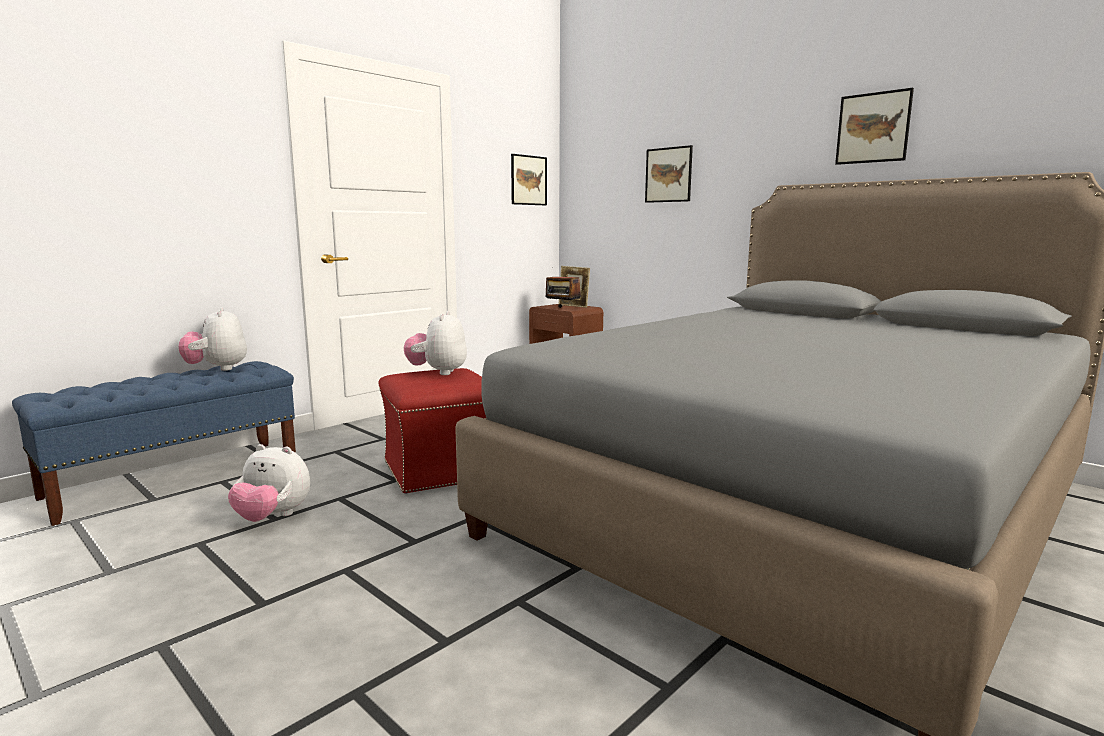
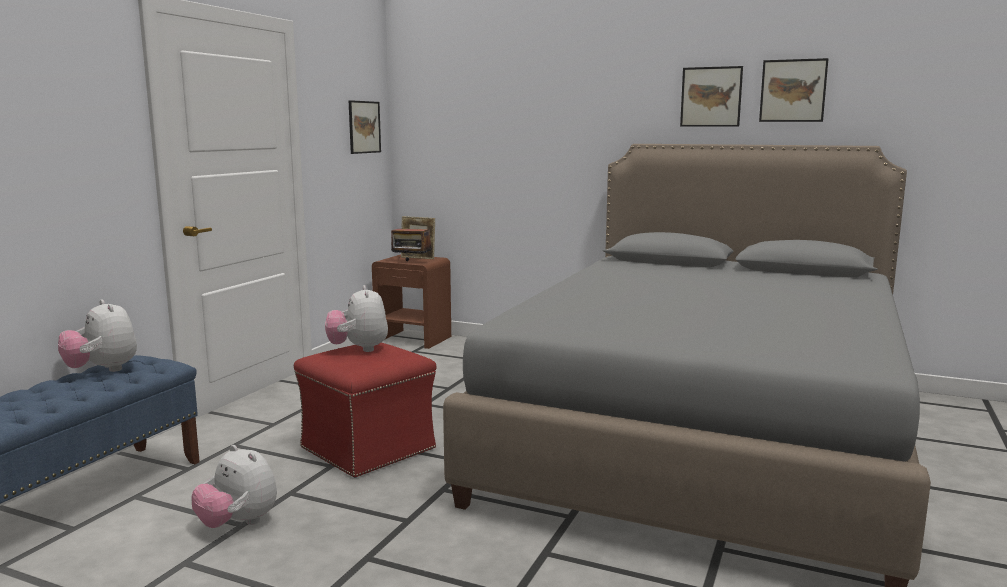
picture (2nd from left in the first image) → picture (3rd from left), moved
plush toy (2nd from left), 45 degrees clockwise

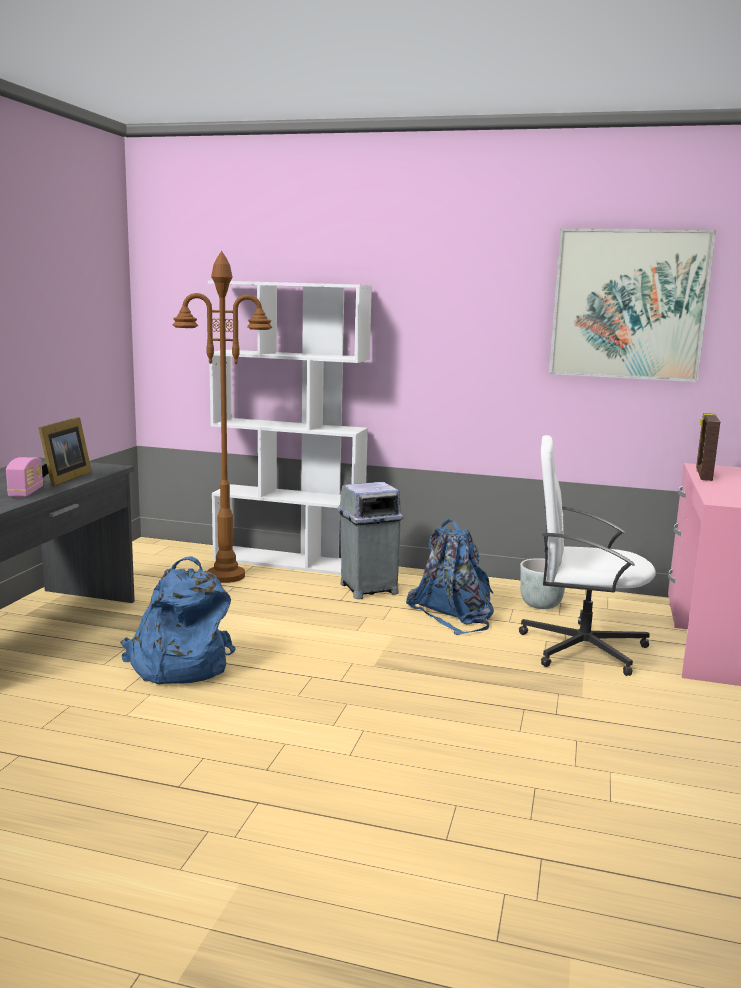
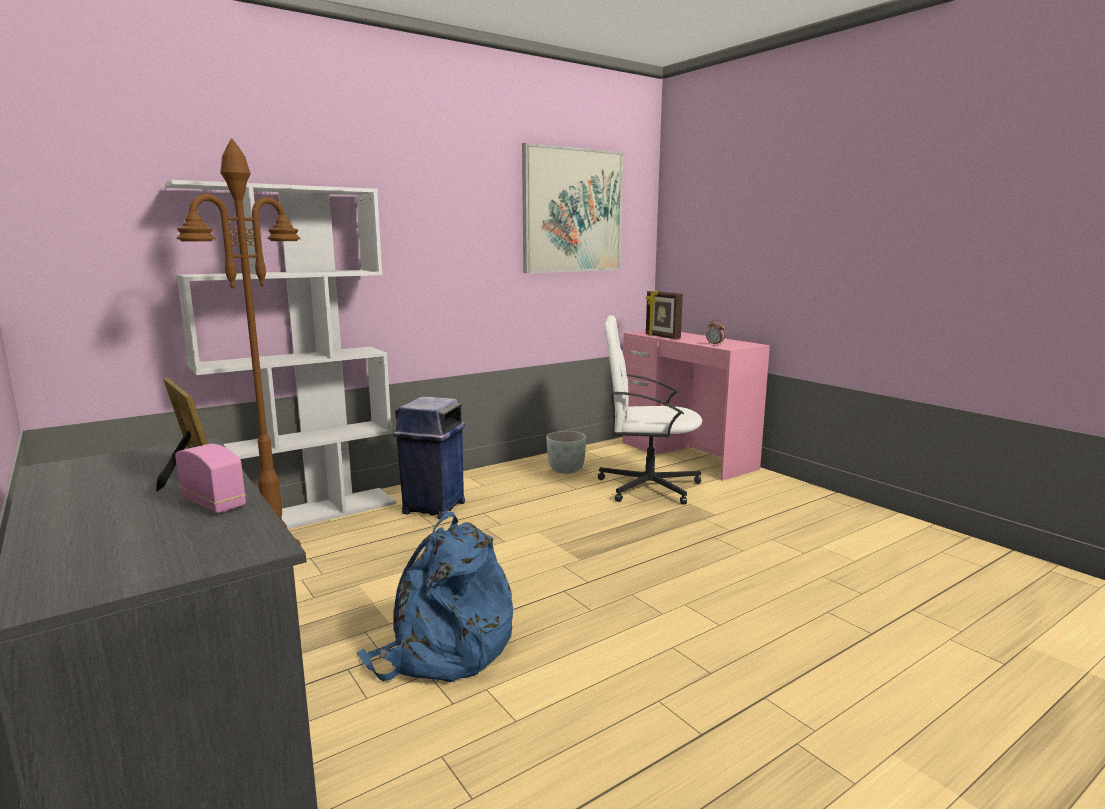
white office chair, 45 degrees clockwise
grey trash can → blue trash can
blue backpack (2nd from left) → -
- → alarm clock

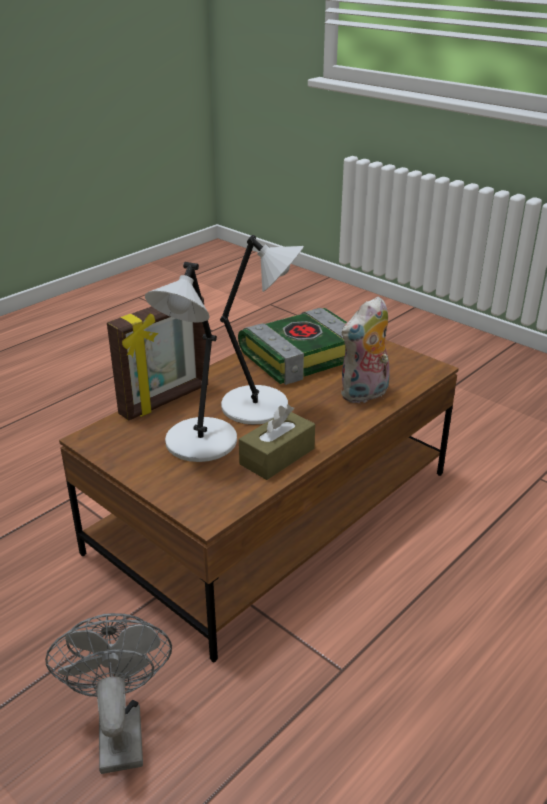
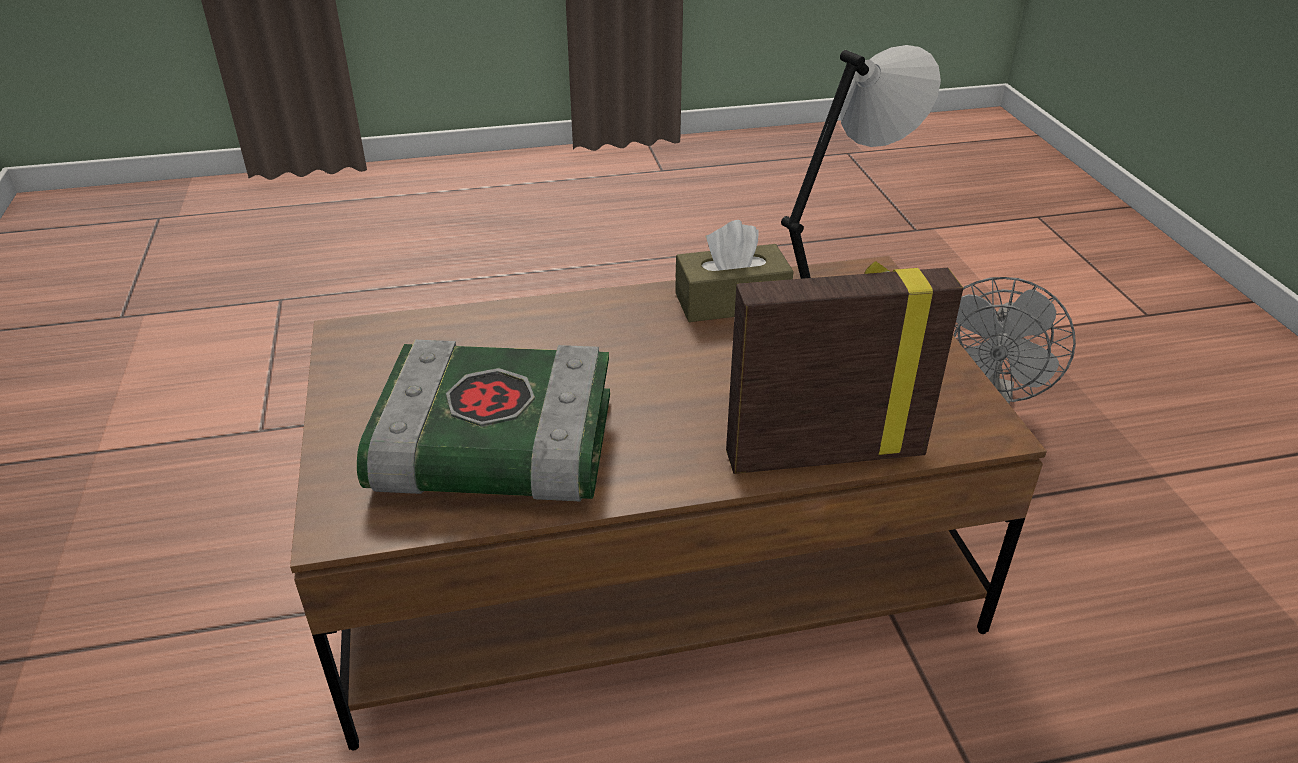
grey table lamp (2nd from left) → -
plush toy → -

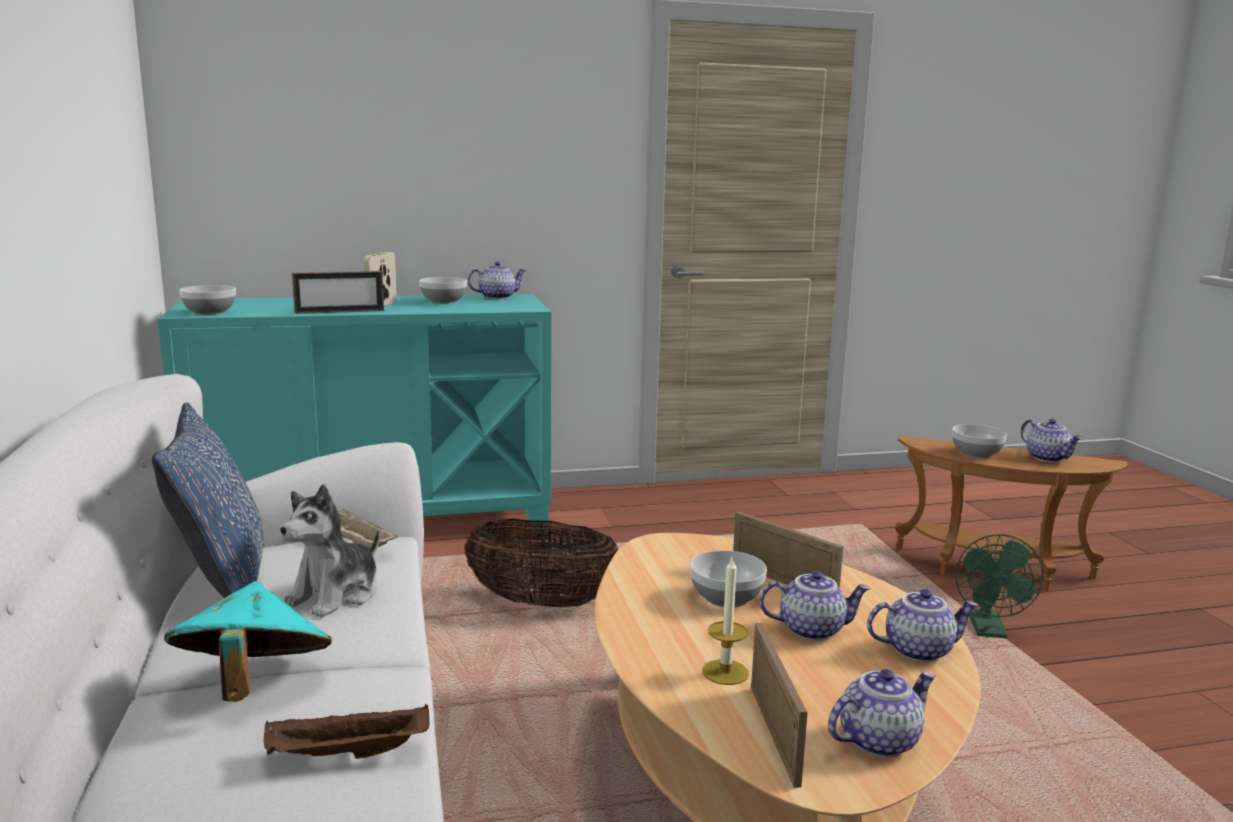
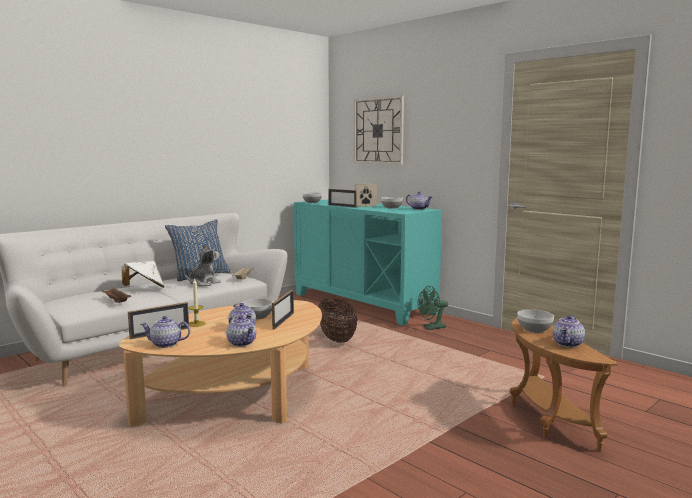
plush toy, 135 degrees clockwise
green fan, moved
turquoise hat → white hat
teapot (3rd from left in the first image) → teapot (1st from left), 150 degrees clockwise
- → wall clock

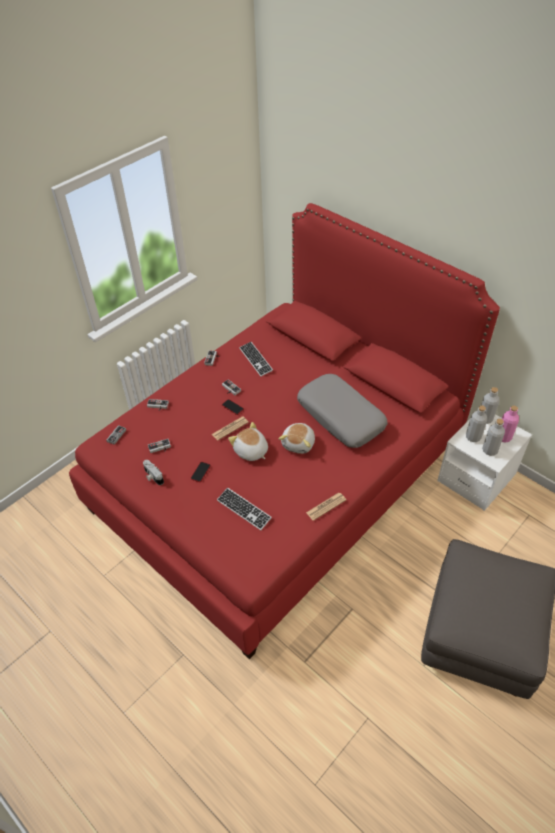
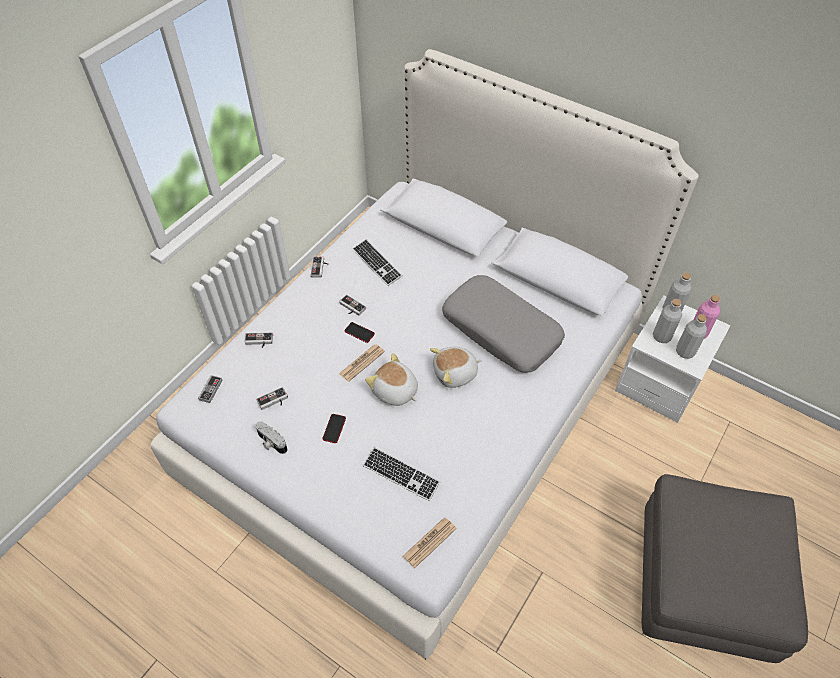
red bed → white bed
plush toy (2nd from left), 60 degrees clockwise
newspaper (2nd from left), moved

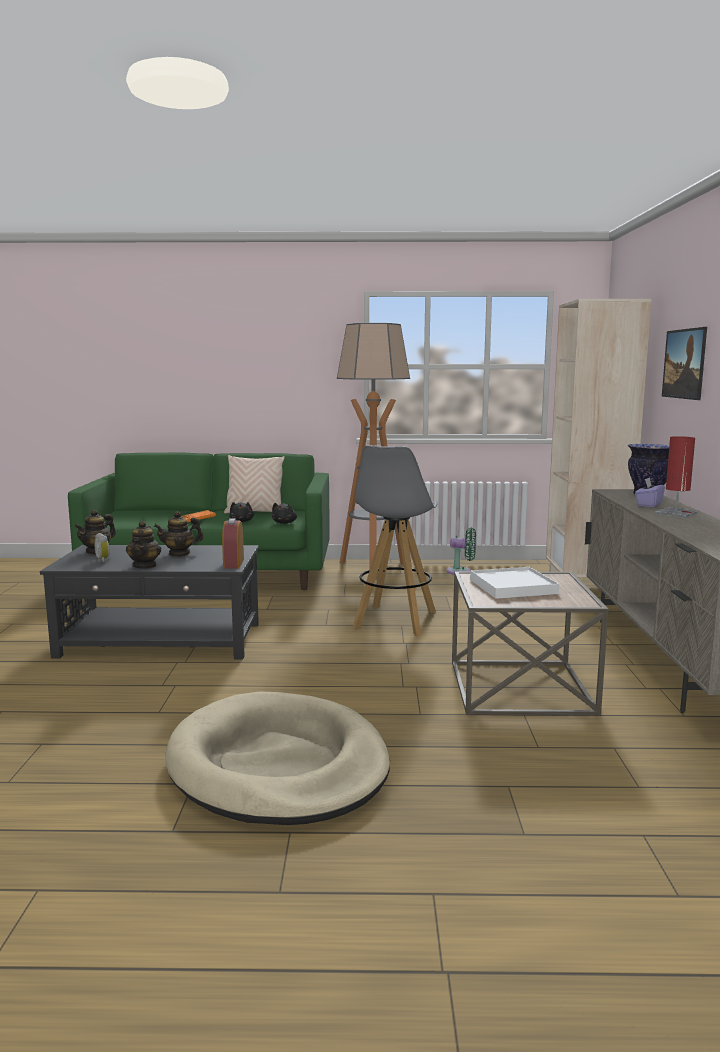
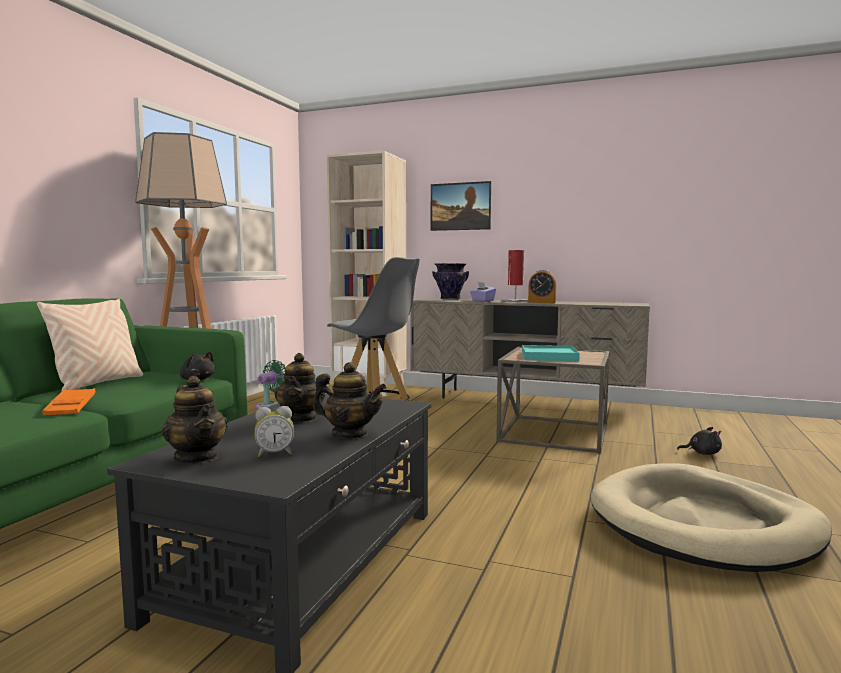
black plush toy (1st from left in the first image) → black plush toy (2nd from left), moved
alarm clock (2nd from left), moved
white tray → turquoise tray

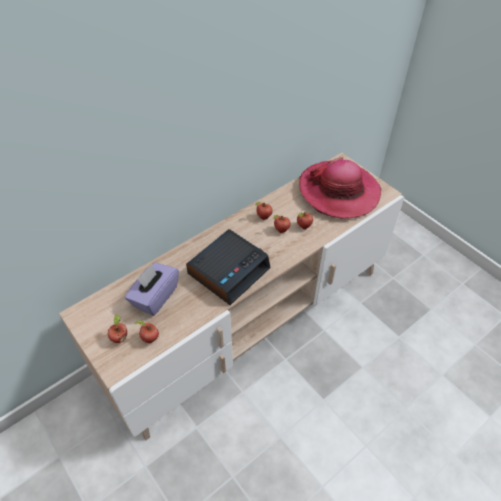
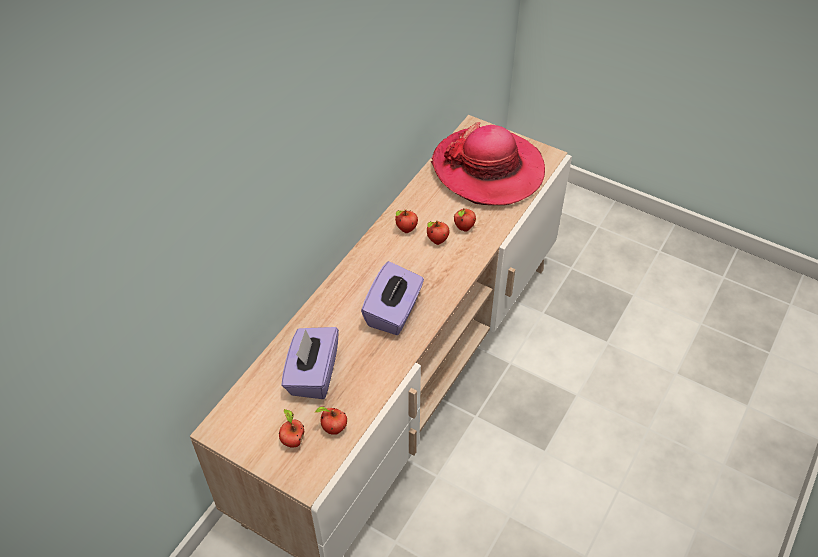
alarm clock → purple tissue box (2nd from left)

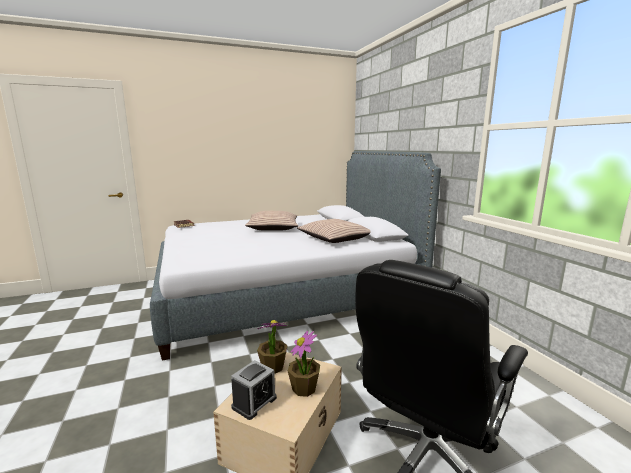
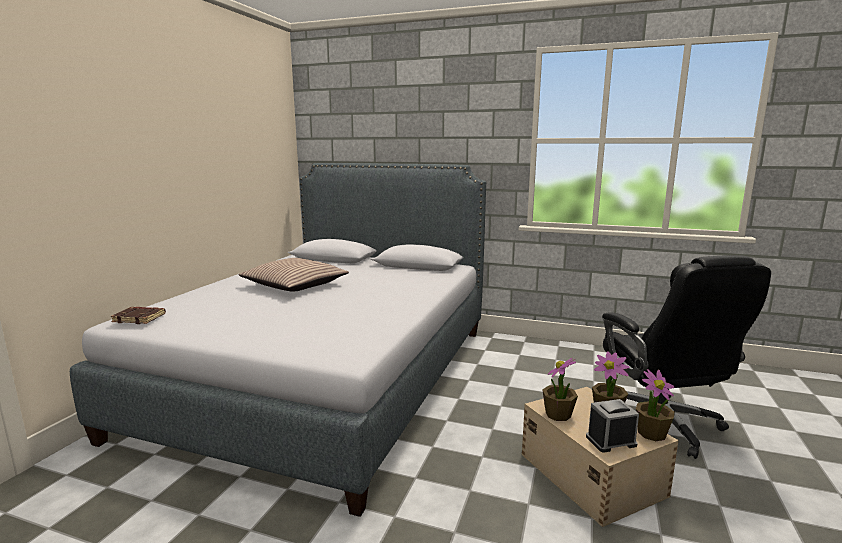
pillow (2nd from left) → -
alarm clock, 90 degrees counterclockwise
- → potted plant (3rd from left)

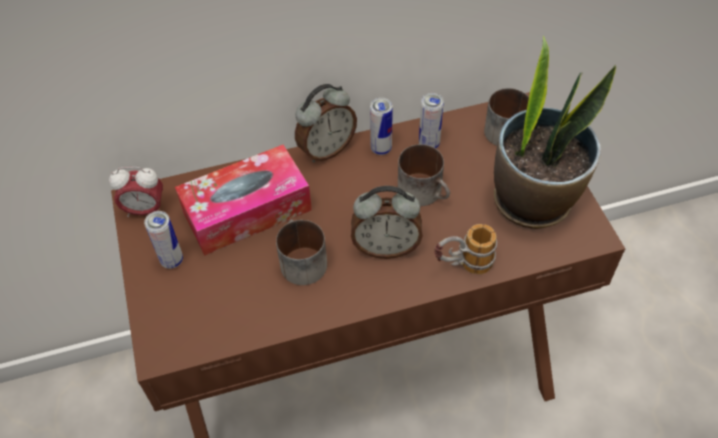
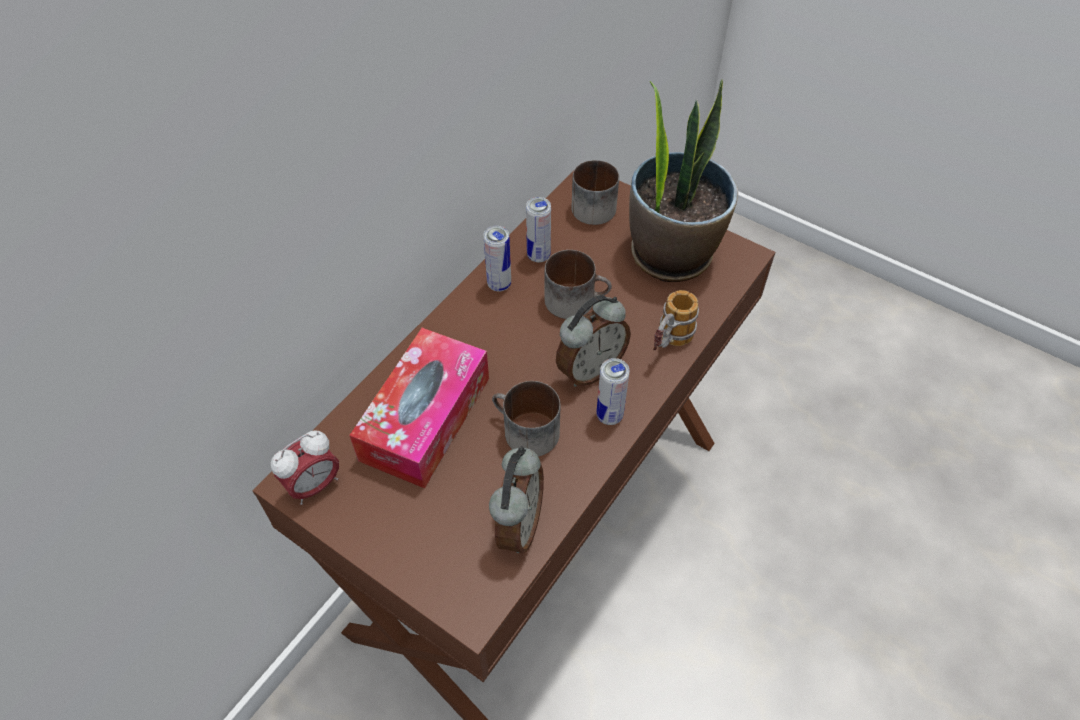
alarm clock (2nd from left), moved
can (1st from left in the first image) → can (3rd from left), moved

